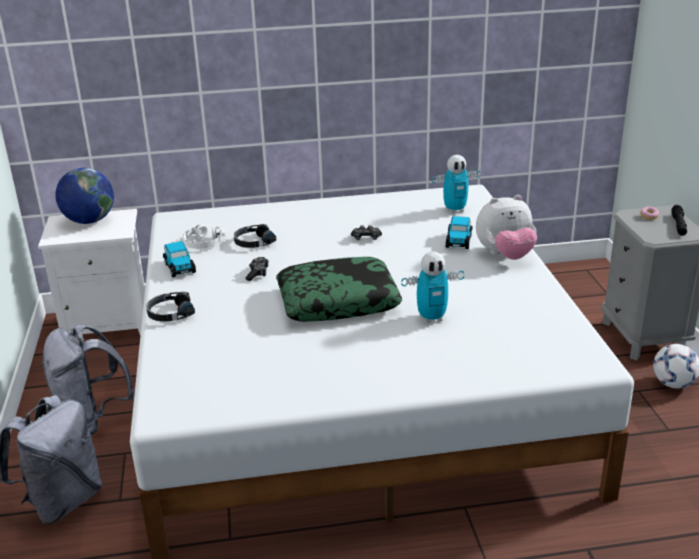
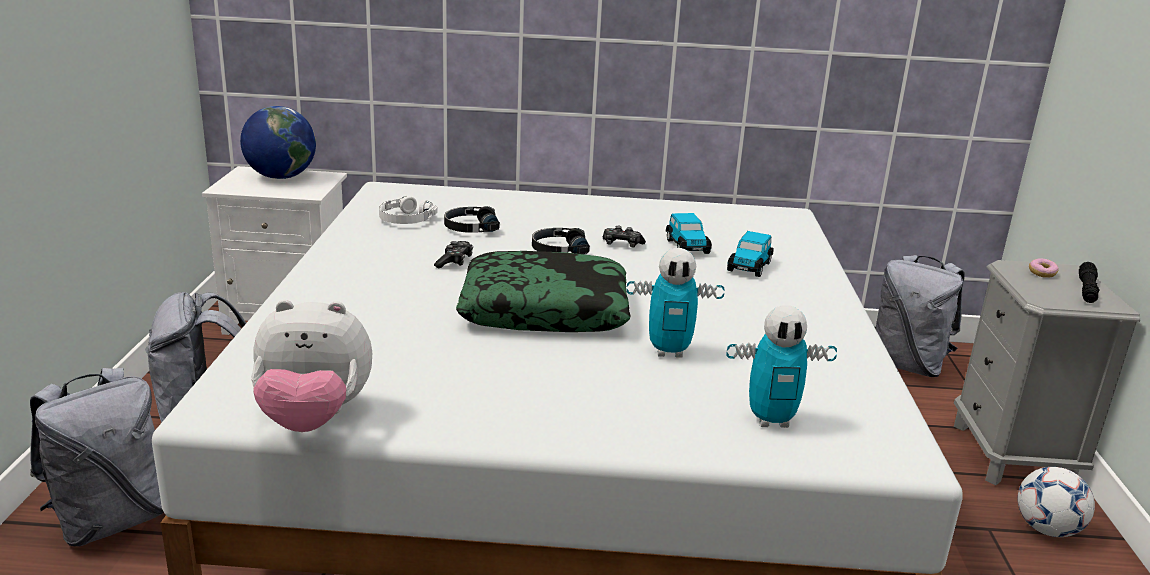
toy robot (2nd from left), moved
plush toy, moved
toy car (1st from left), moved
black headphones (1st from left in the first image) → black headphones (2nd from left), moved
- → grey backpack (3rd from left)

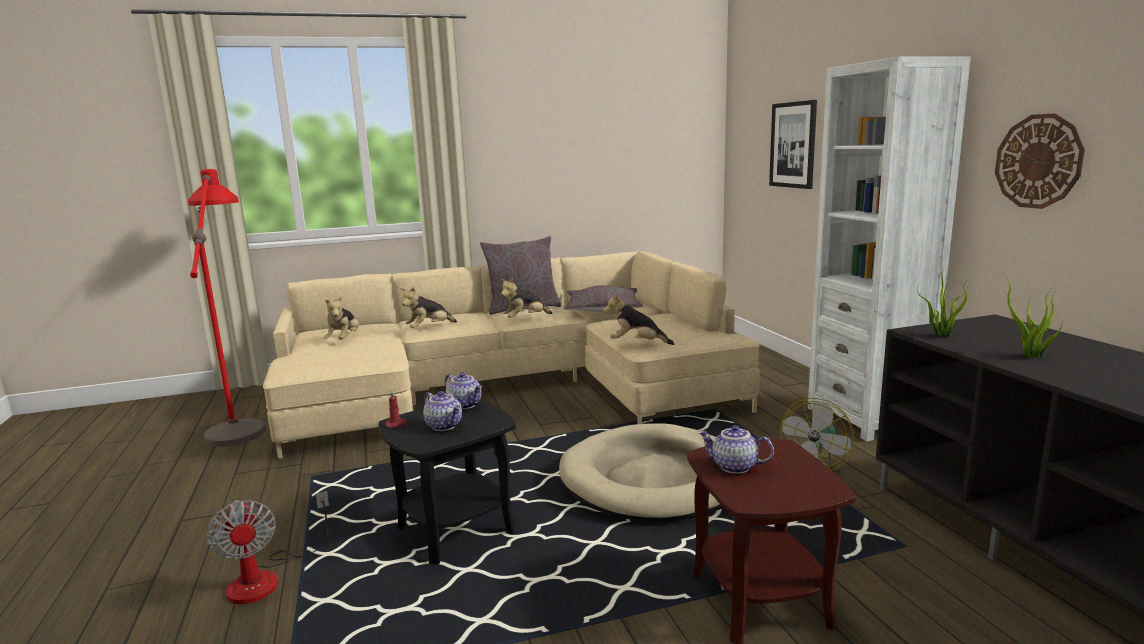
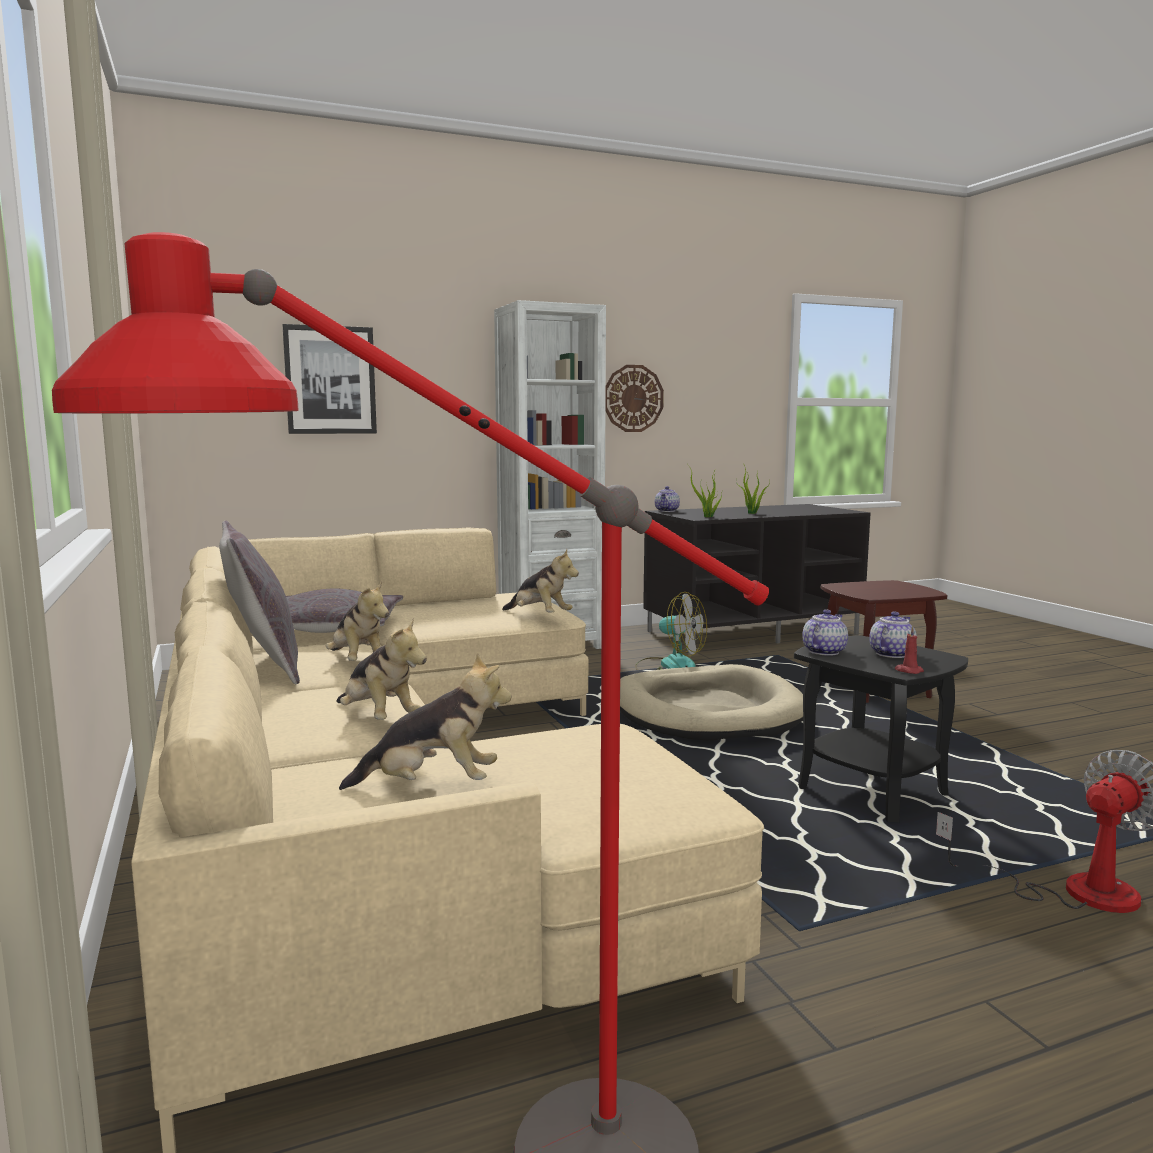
plush toy (4th from left), 60 degrees counterclockwise
teapot (3rd from left in the first image) → teapot (1st from left), moved

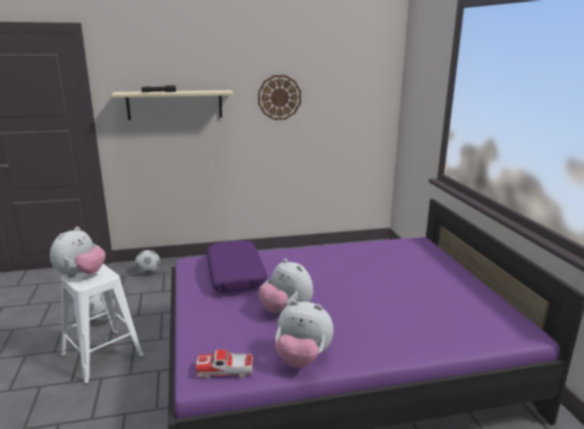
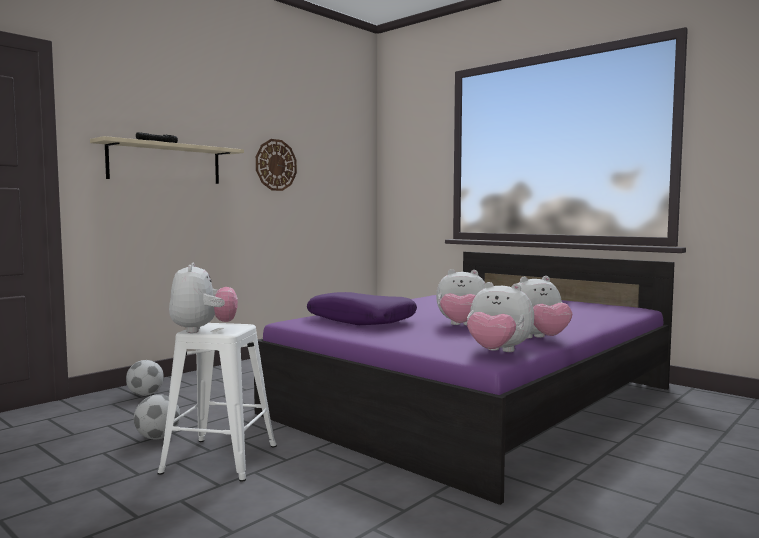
toy car → plush toy (3rd from left)

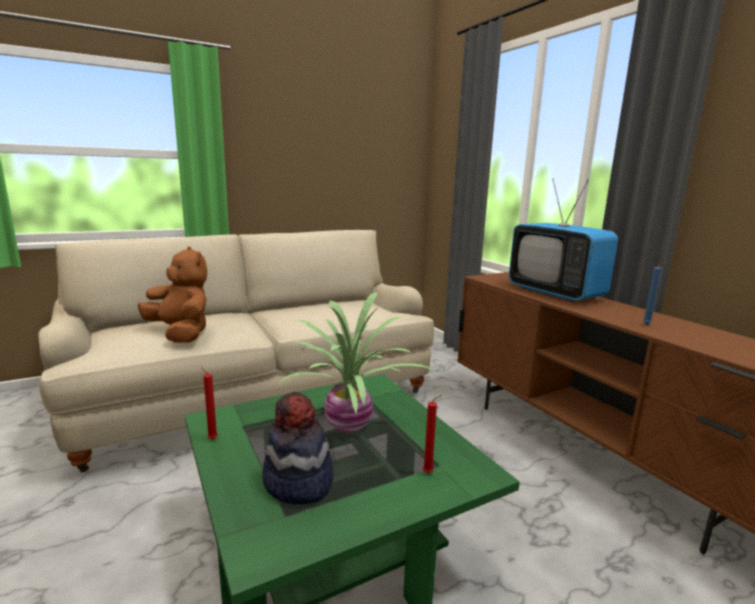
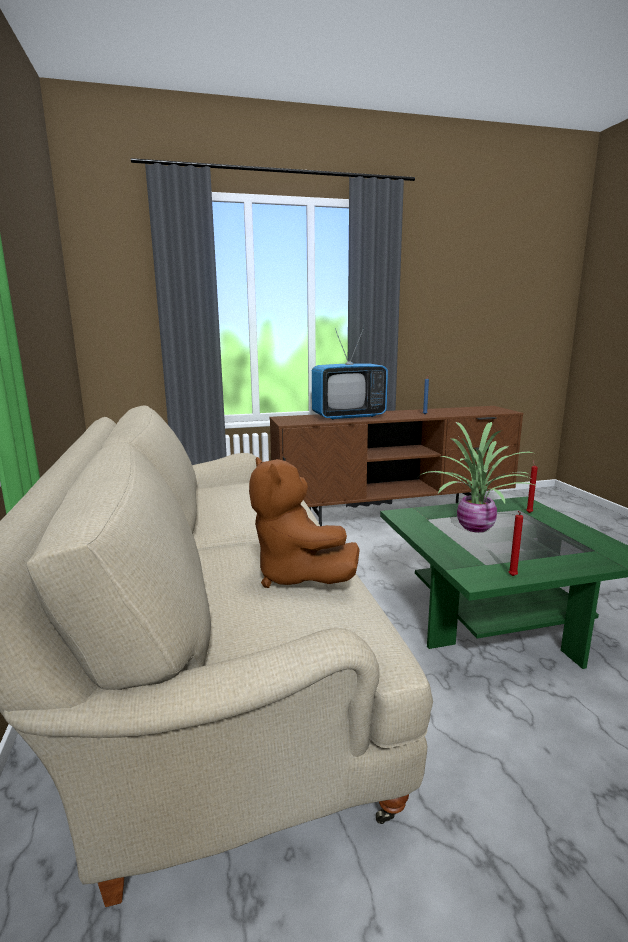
brown plush toy, 90 degrees counterclockwise
hat → -

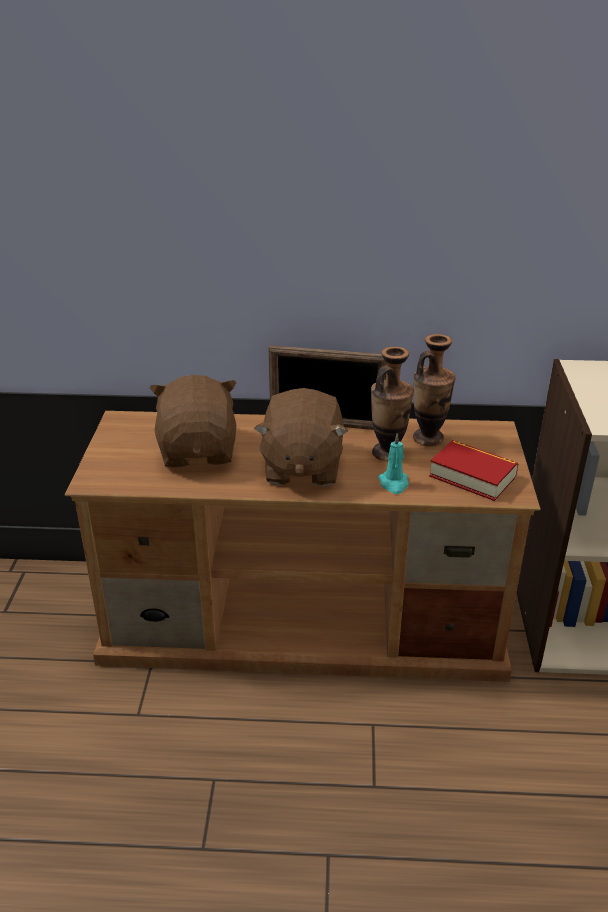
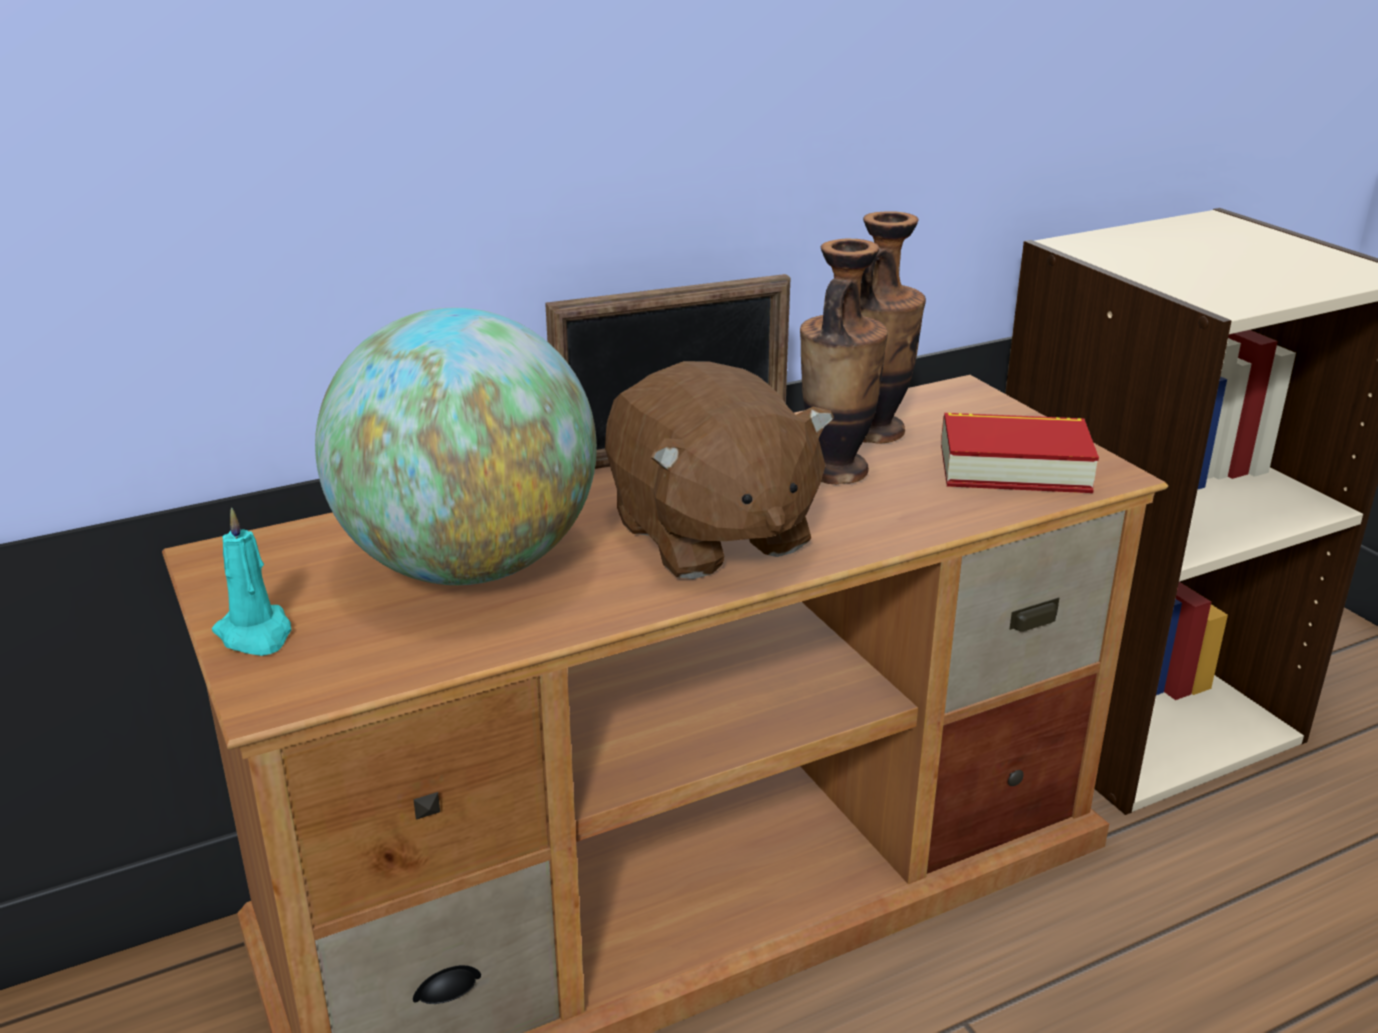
brown plush toy (1st from left) → globe
turquoise candle, moved

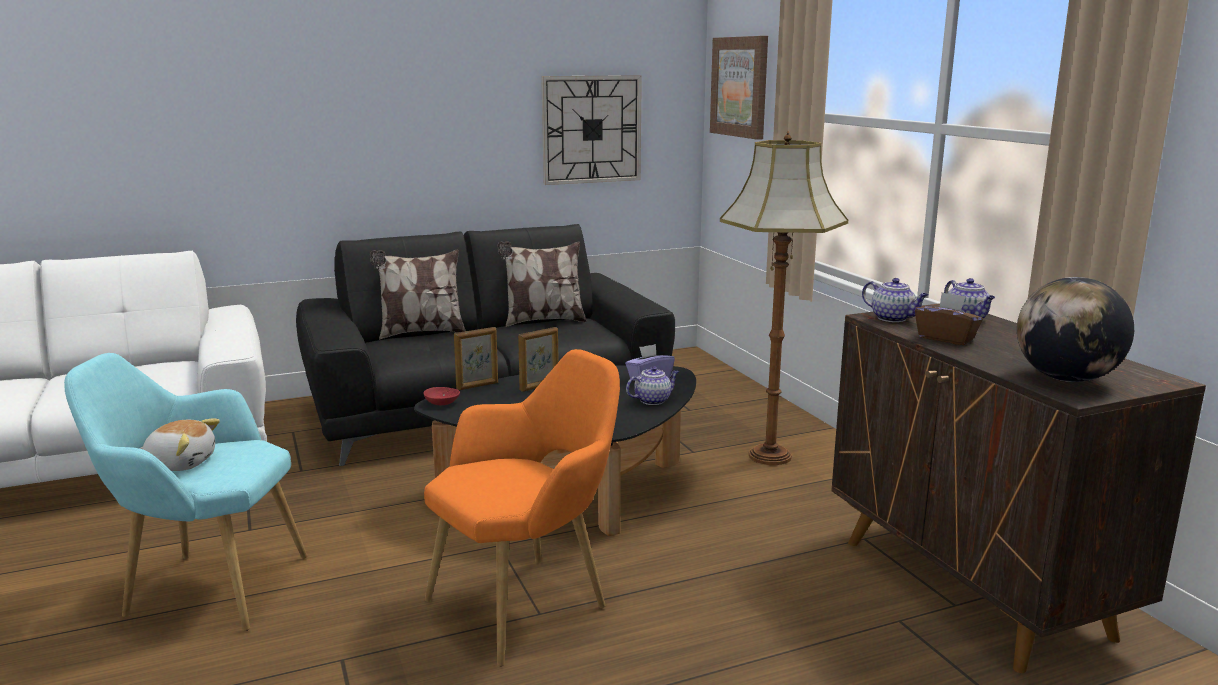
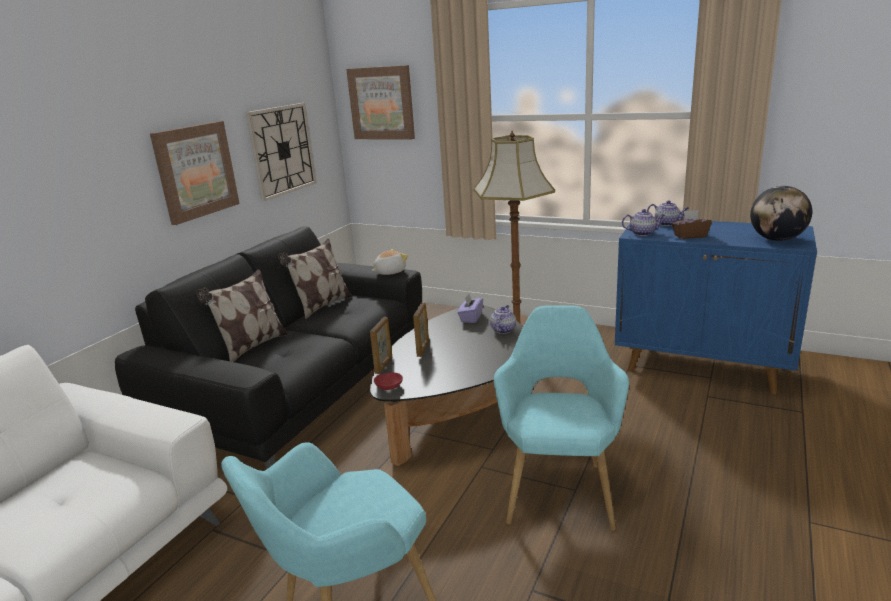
brown cabinet → blue cabinet
orange armchair → turquoise armchair (2nd from left)
plush toy, moved
- → picture (1st from left)

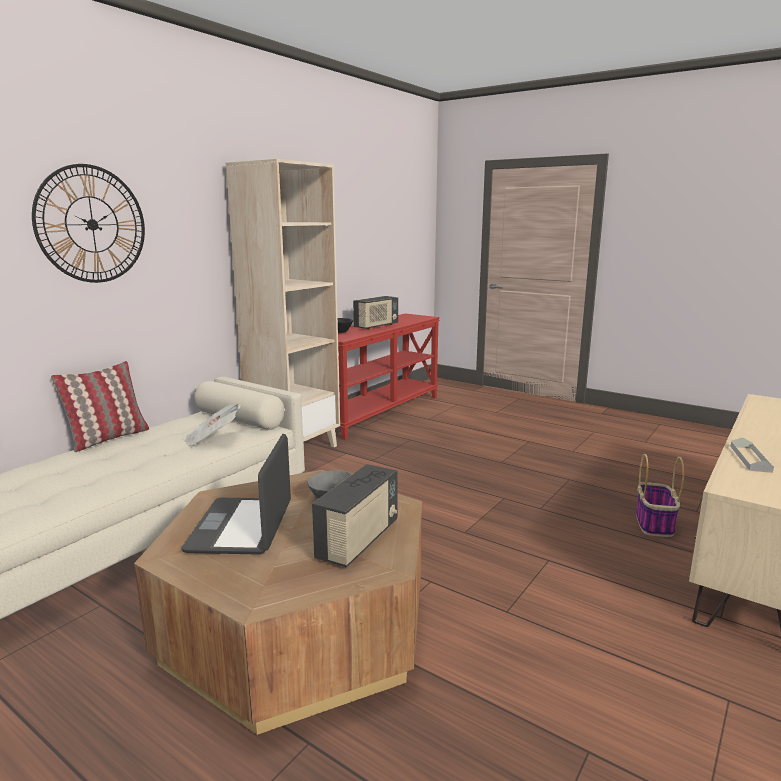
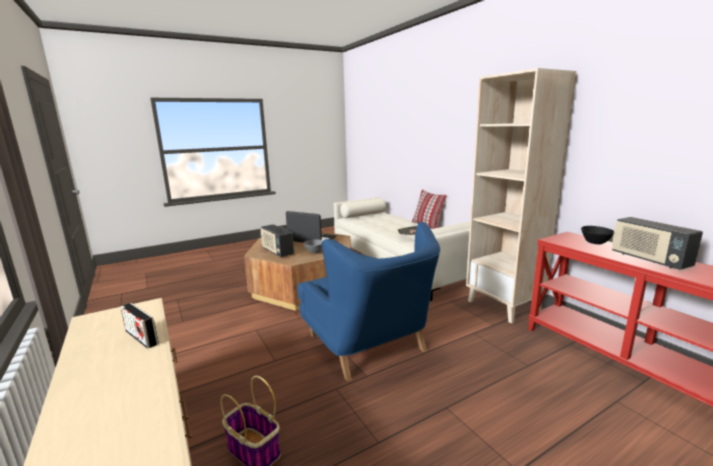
wall clock → -
grey tray → radio (1st from left)
- → blue armchair

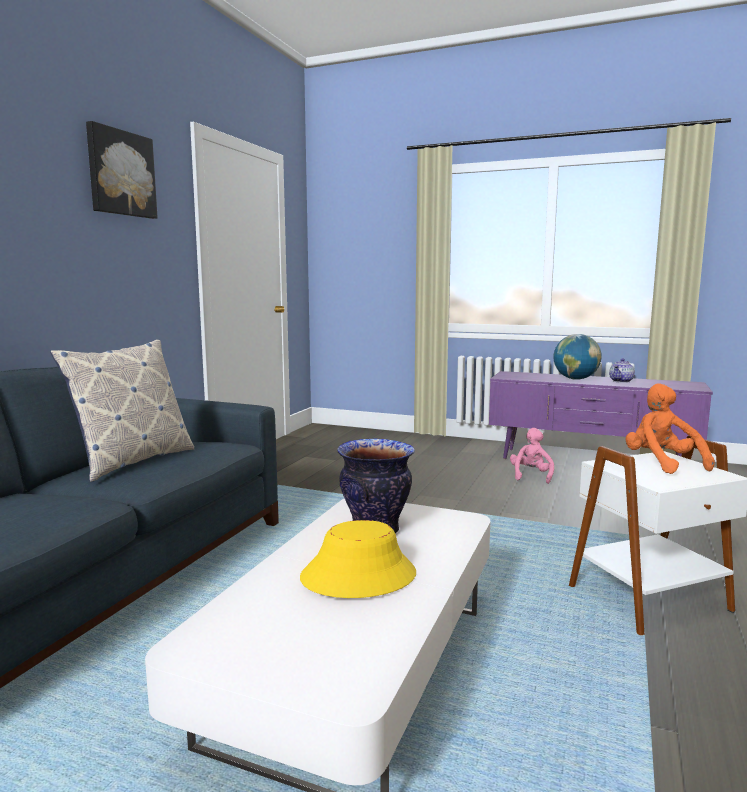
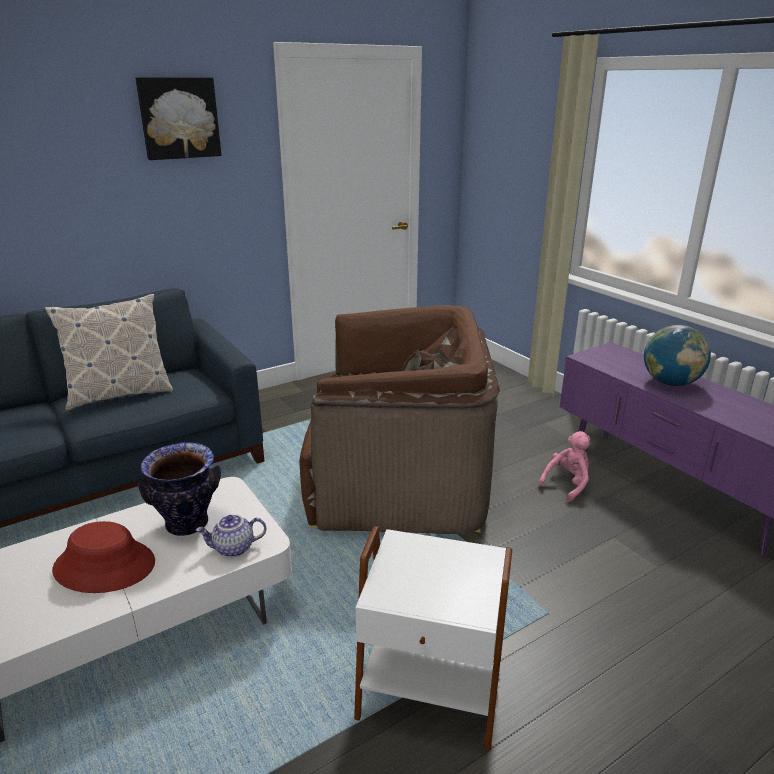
teapot, moved
orange plush toy → -
yellow hat → red hat
- → brown armchair

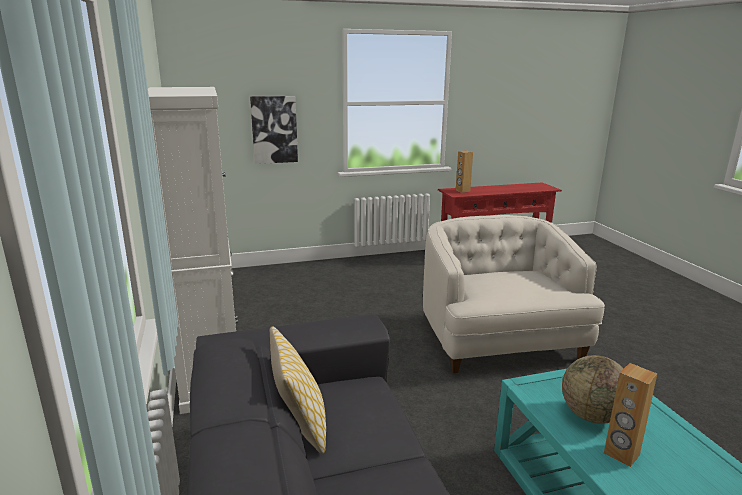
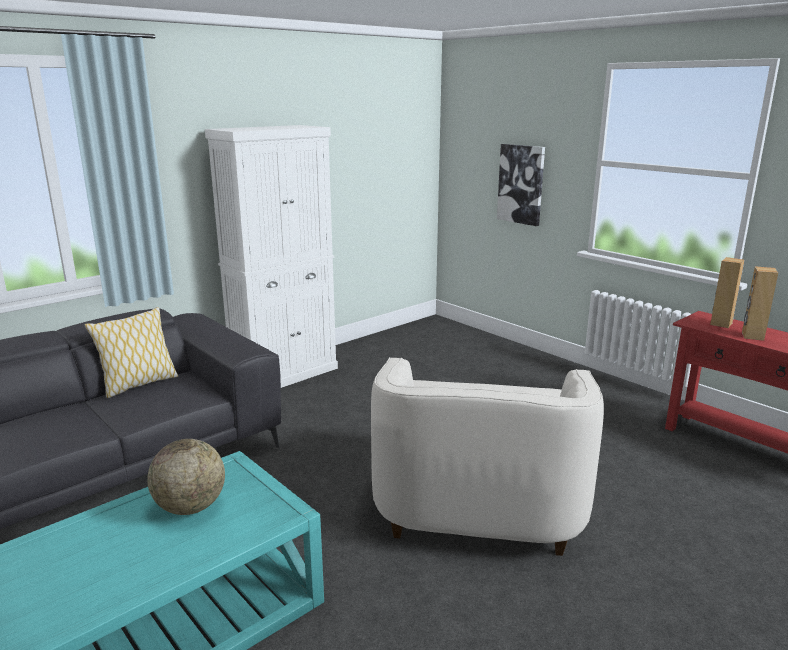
white armchair, 135 degrees clockwise
brown speaker (2nd from left), moved

